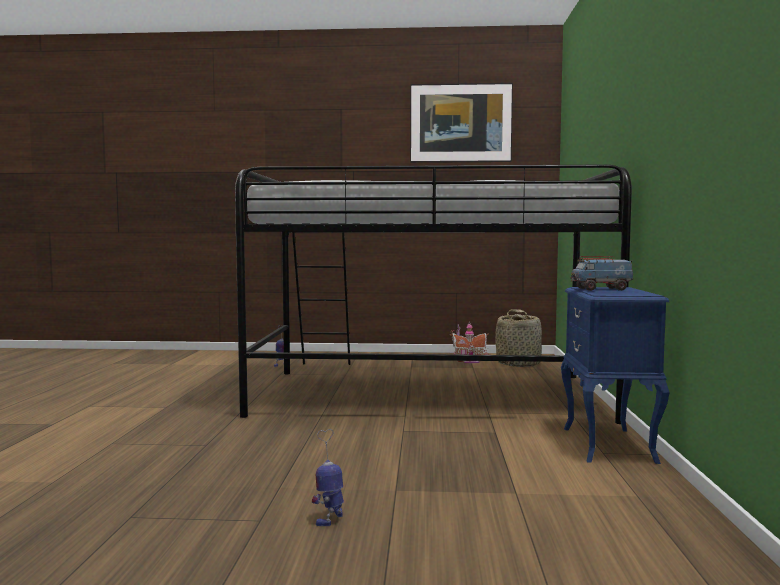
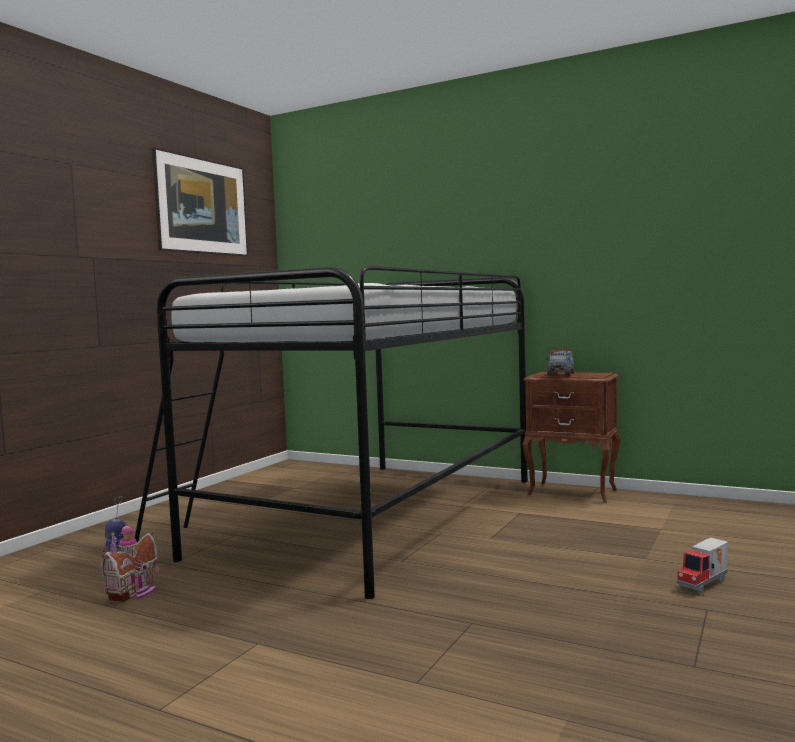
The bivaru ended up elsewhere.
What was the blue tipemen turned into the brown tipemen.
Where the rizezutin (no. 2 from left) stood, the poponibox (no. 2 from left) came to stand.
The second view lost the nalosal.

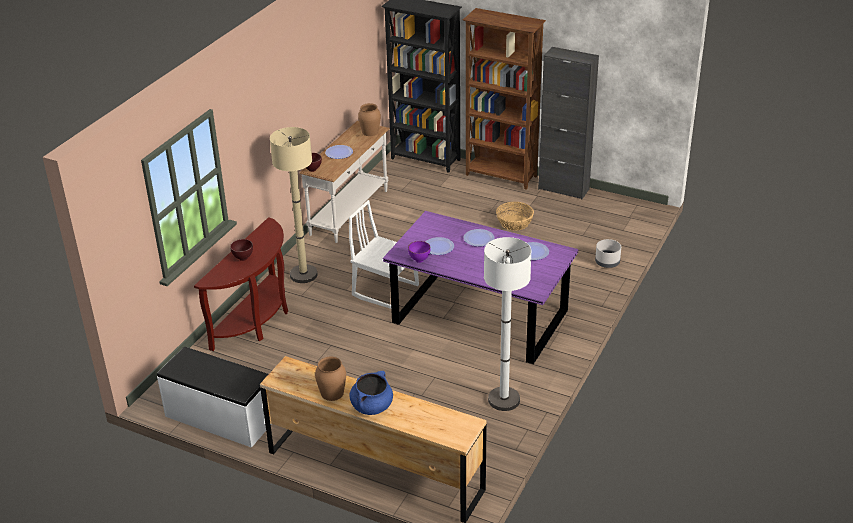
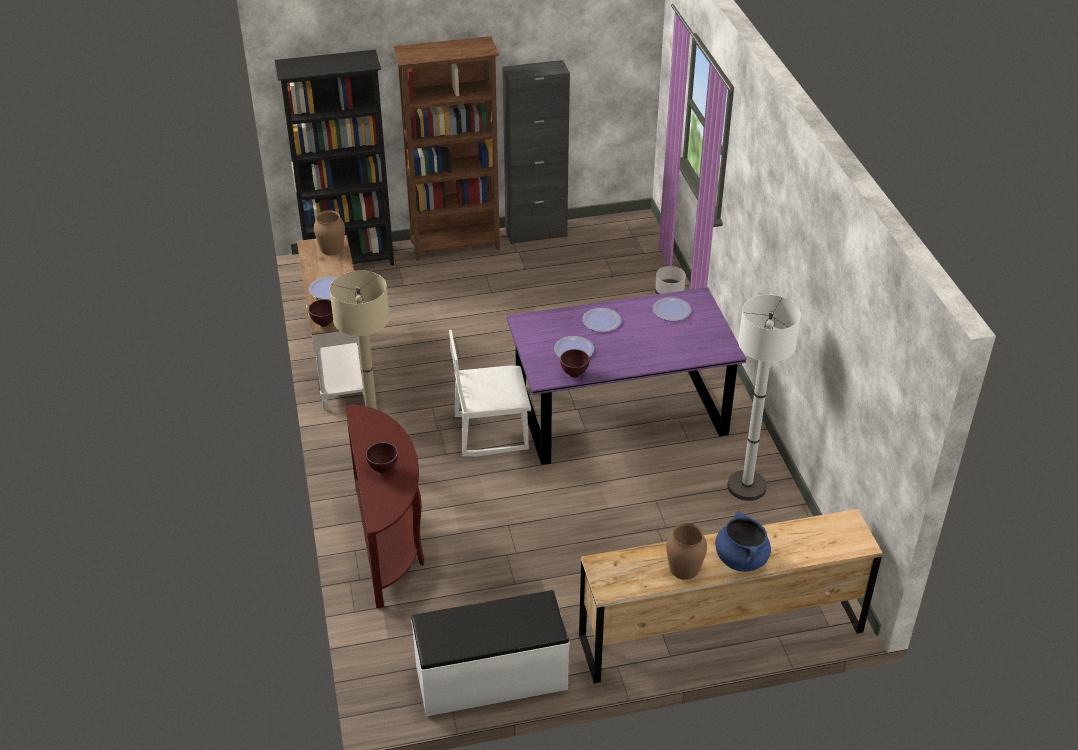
What was the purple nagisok turned into the brown nagisok (no. 3 from left).
The second view lost the nalosal.

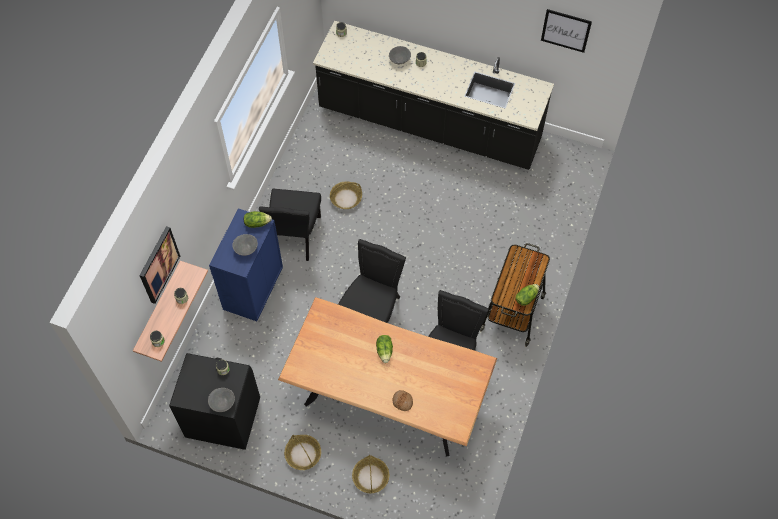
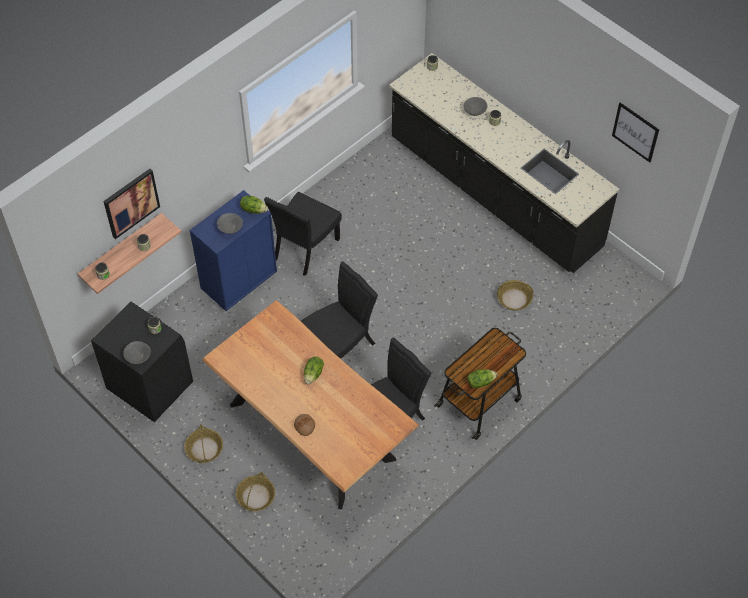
The nalosal (no. 2 from left in the first image) ended up elsewhere.

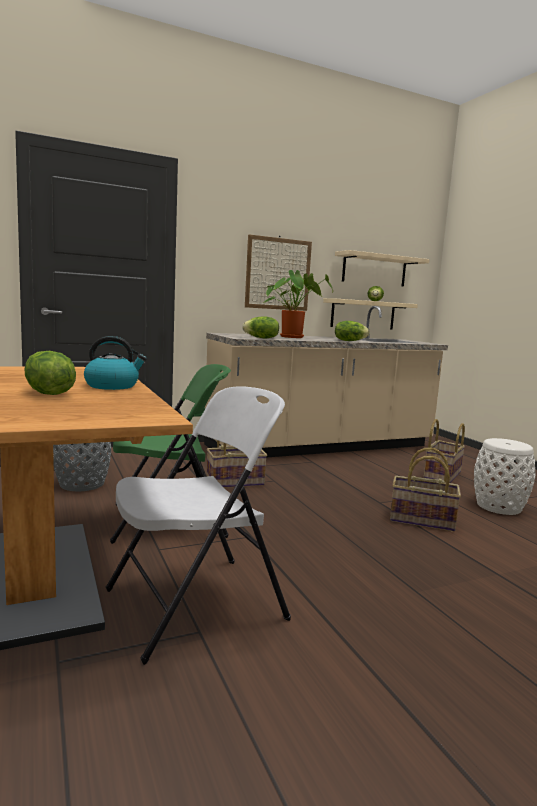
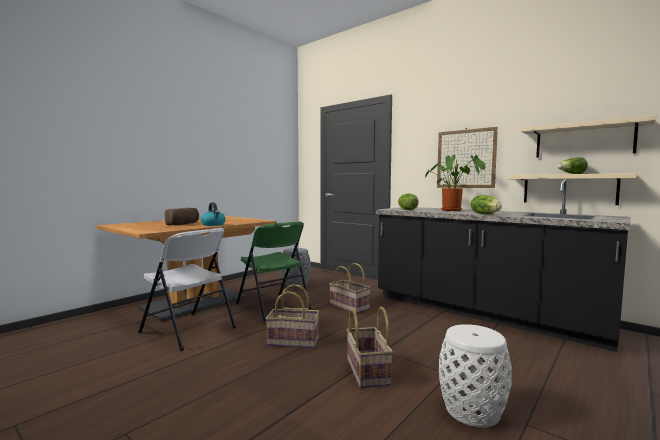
Where the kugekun (no. 1 from left) stood, the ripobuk came to stand.
The nalosal (no. 3 from left in the first image) ended up elsewhere.
What was the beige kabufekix turned into the black kabufekix.

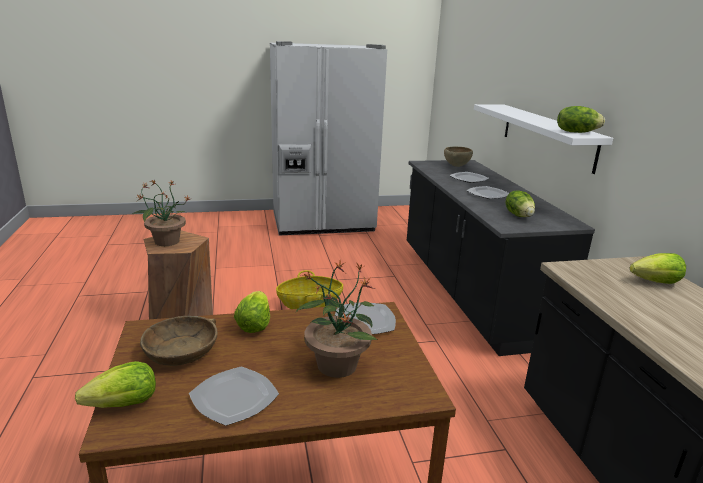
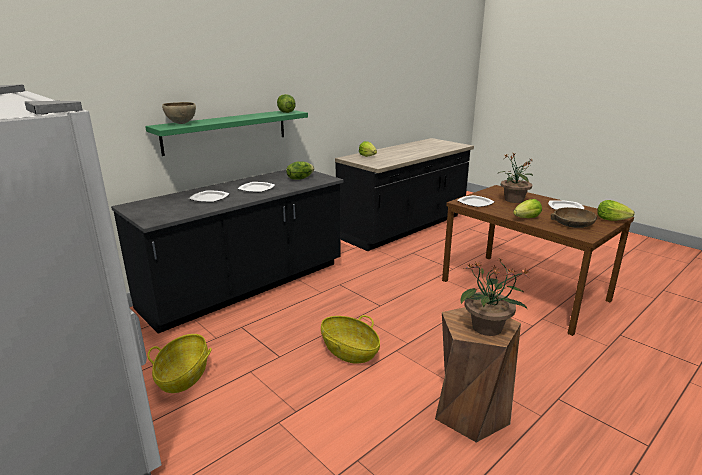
What was the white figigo turned into the green figigo.
The second view gained the nalosal (no. 1 from left).
The brown nagisok (no. 2 from left in the first image) ended up elsewhere.

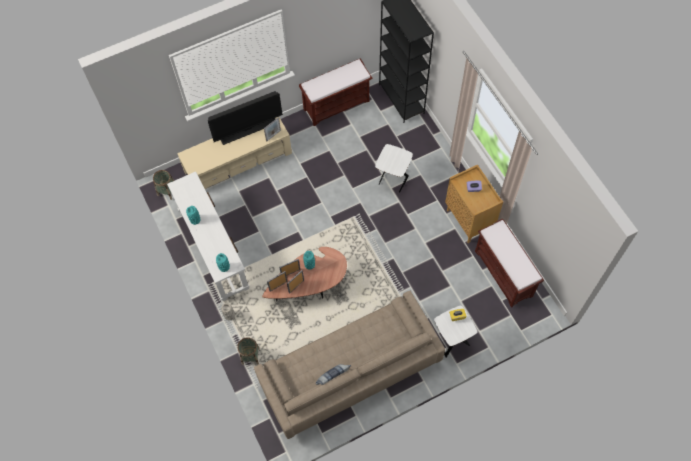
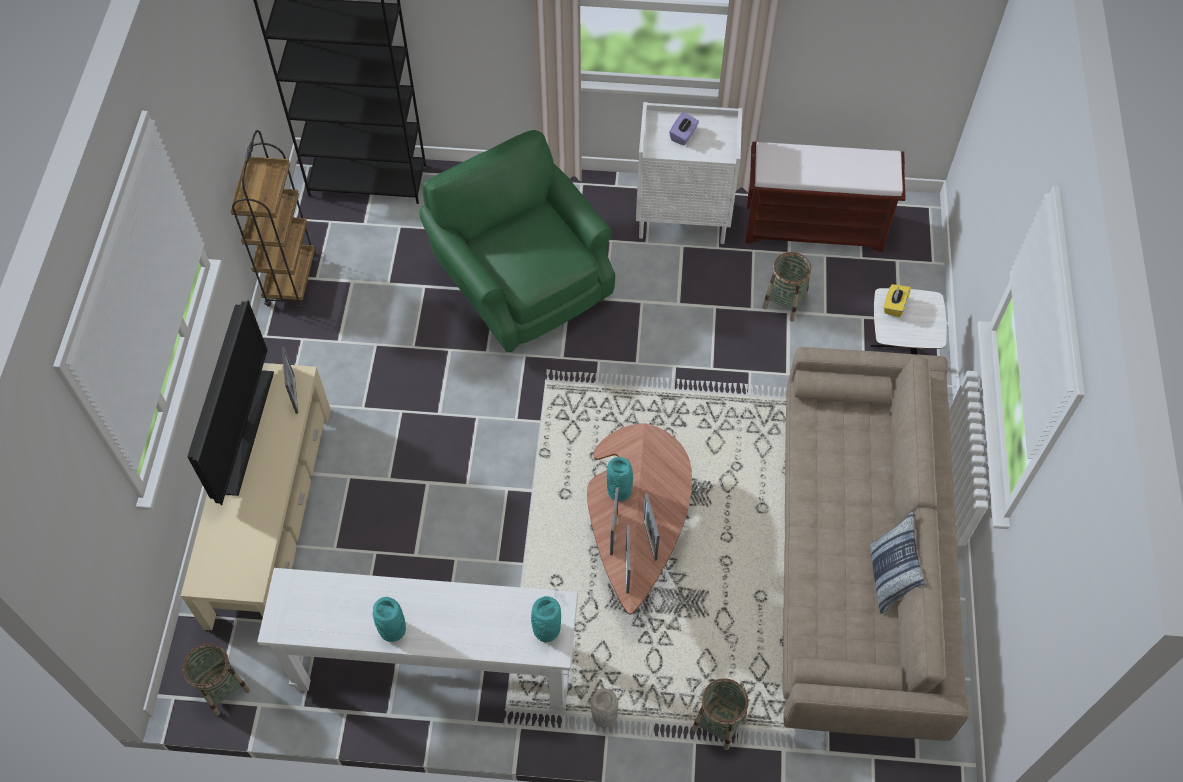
Where the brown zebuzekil (no. 1 from left) stood, the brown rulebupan came to stand.
Where the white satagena (no. 1 from left) stood, the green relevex came to stand.
What was the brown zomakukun turned into the white zomakukun.
The second view gained the nalosal (no. 3 from left).

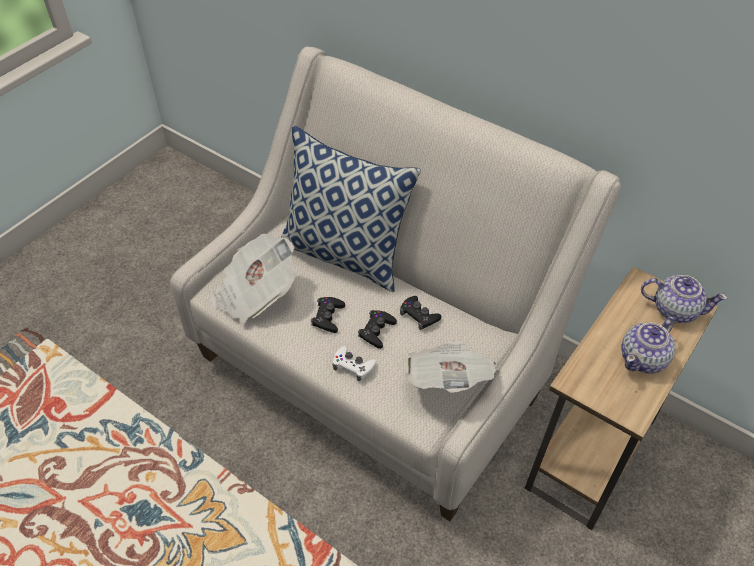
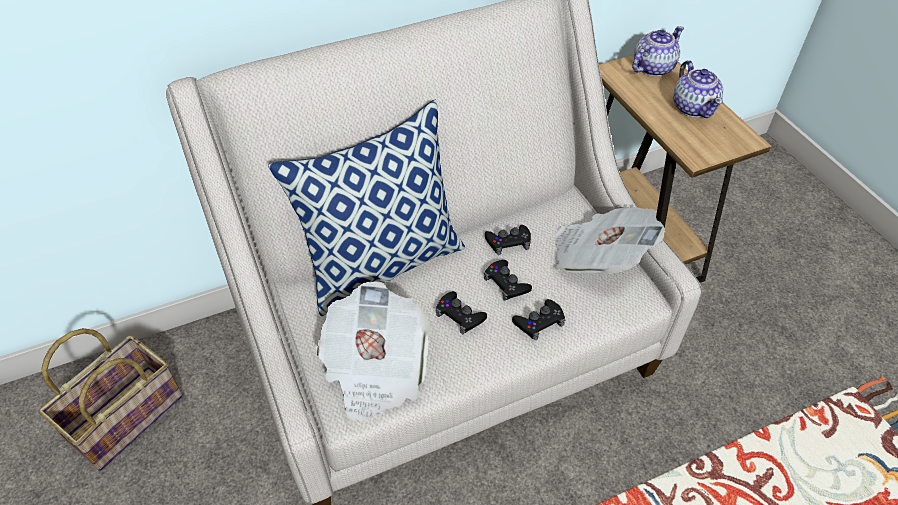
The second view gained the nalosal.
What was the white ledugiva turned into the black ledugiva (no. 4 from left).

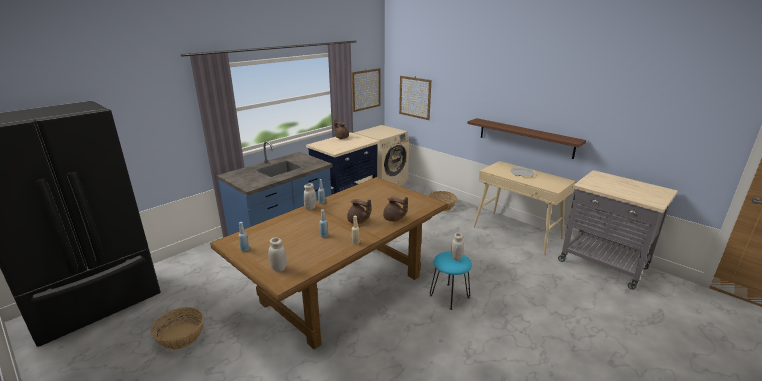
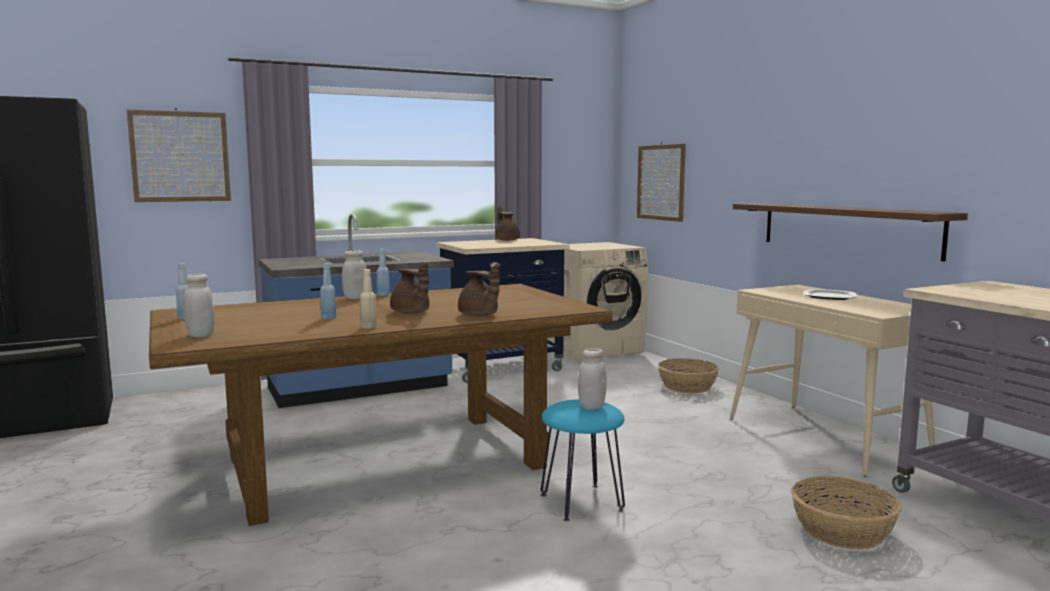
The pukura (no. 1 from left) ended up elsewhere.
The nalosal (no. 1 from left in the first image) ended up elsewhere.

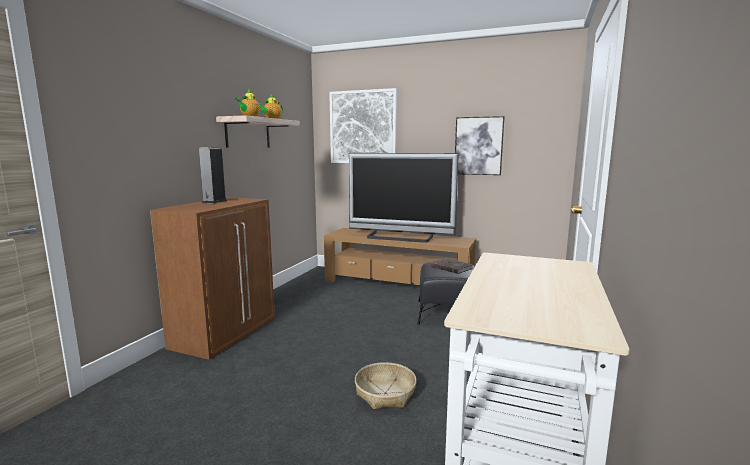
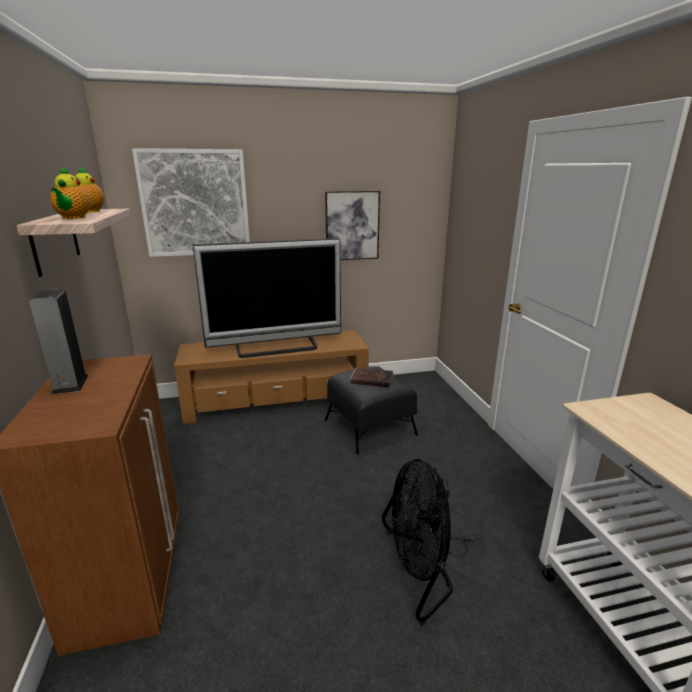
Where the nalosal stood, the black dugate came to stand.

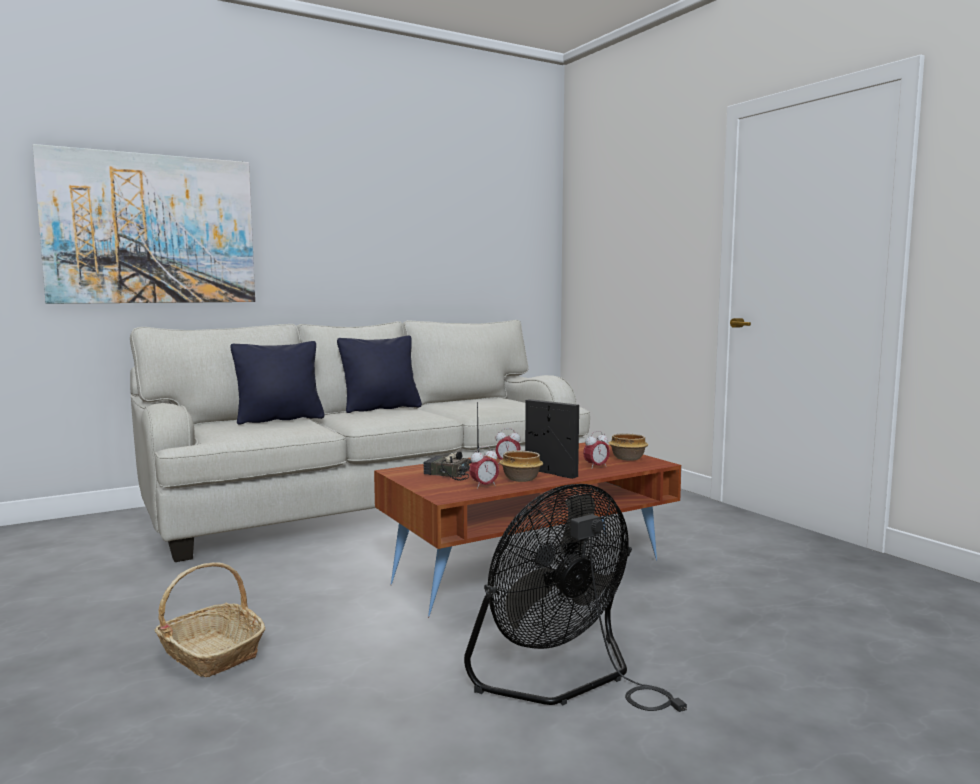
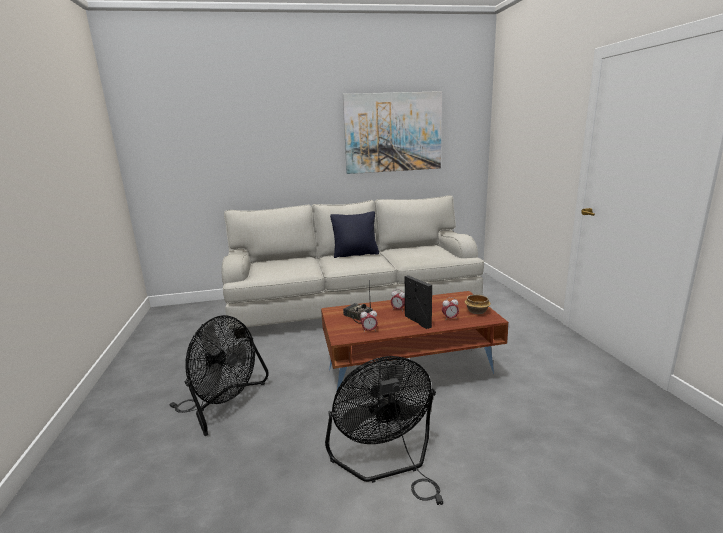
Where the nalosal stood, the black dugate (no. 1 from left) came to stand.
The pukura ended up elsewhere.
The second view lost the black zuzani (no. 1 from left).
The second view lost the nagisok (no. 1 from left).

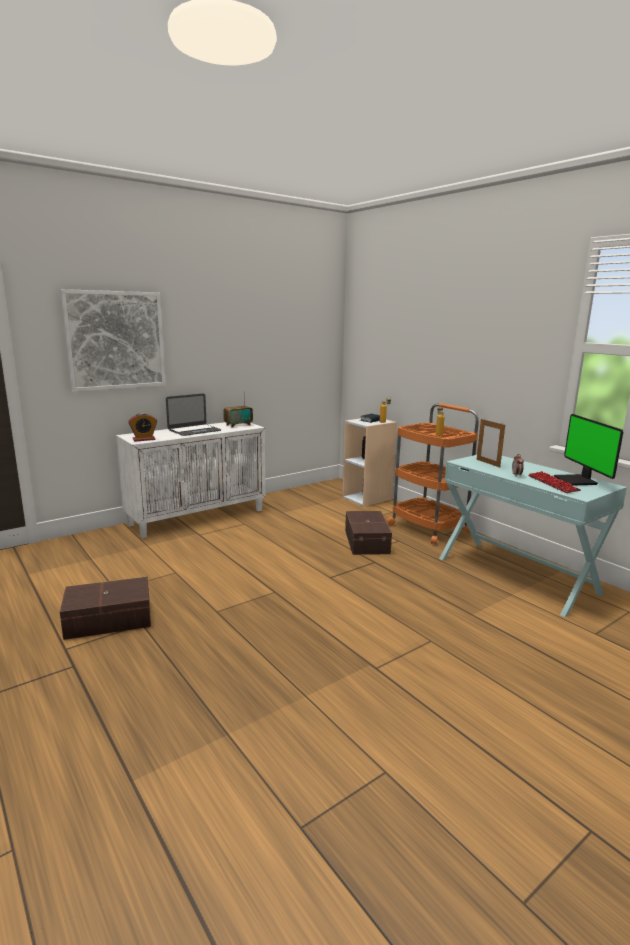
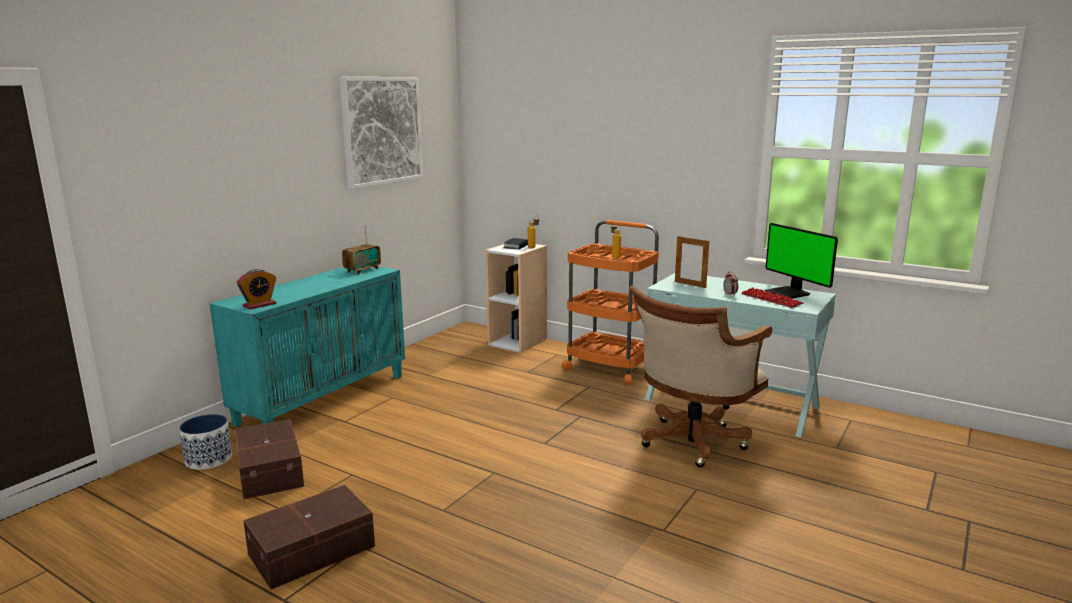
The second view gained the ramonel.
What was the white zomakukun turned into the turquoise zomakukun.
The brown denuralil (no. 2 from left in the first image) ended up elsewhere.
The pukura ended up elsewhere.
The second view gained the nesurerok.
The second view lost the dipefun.

